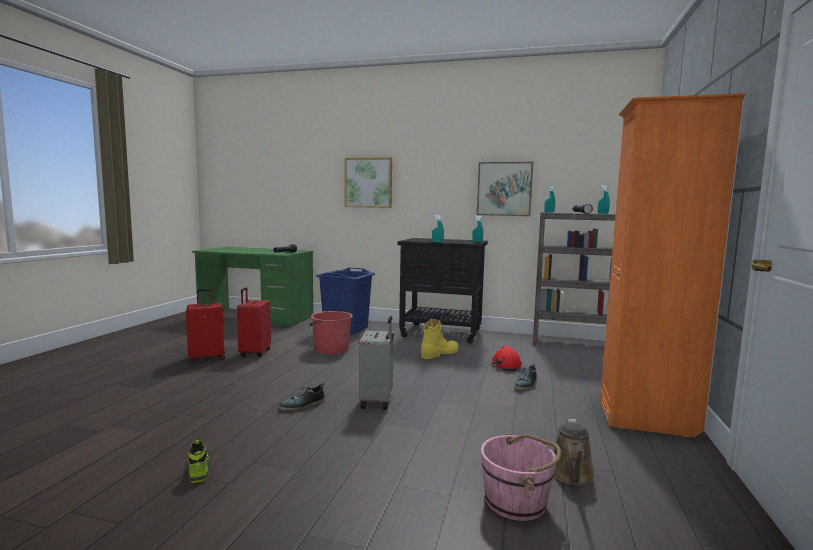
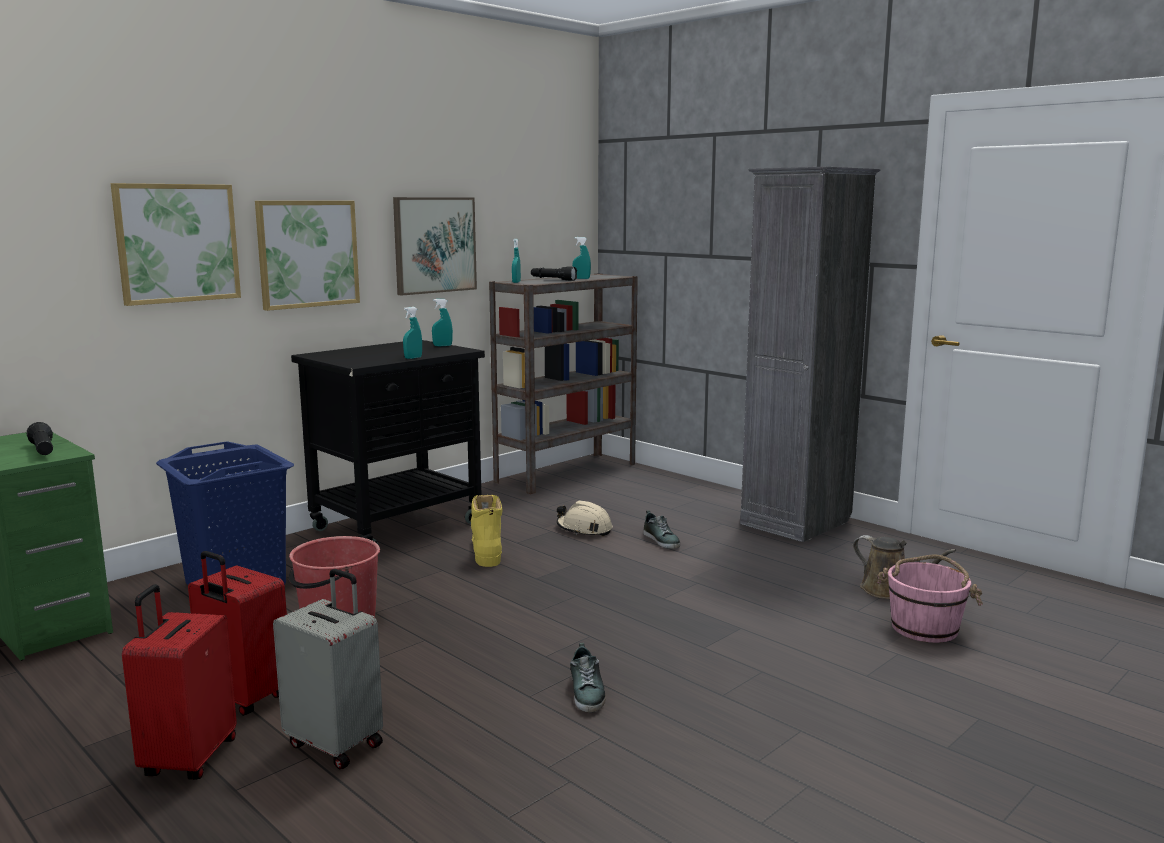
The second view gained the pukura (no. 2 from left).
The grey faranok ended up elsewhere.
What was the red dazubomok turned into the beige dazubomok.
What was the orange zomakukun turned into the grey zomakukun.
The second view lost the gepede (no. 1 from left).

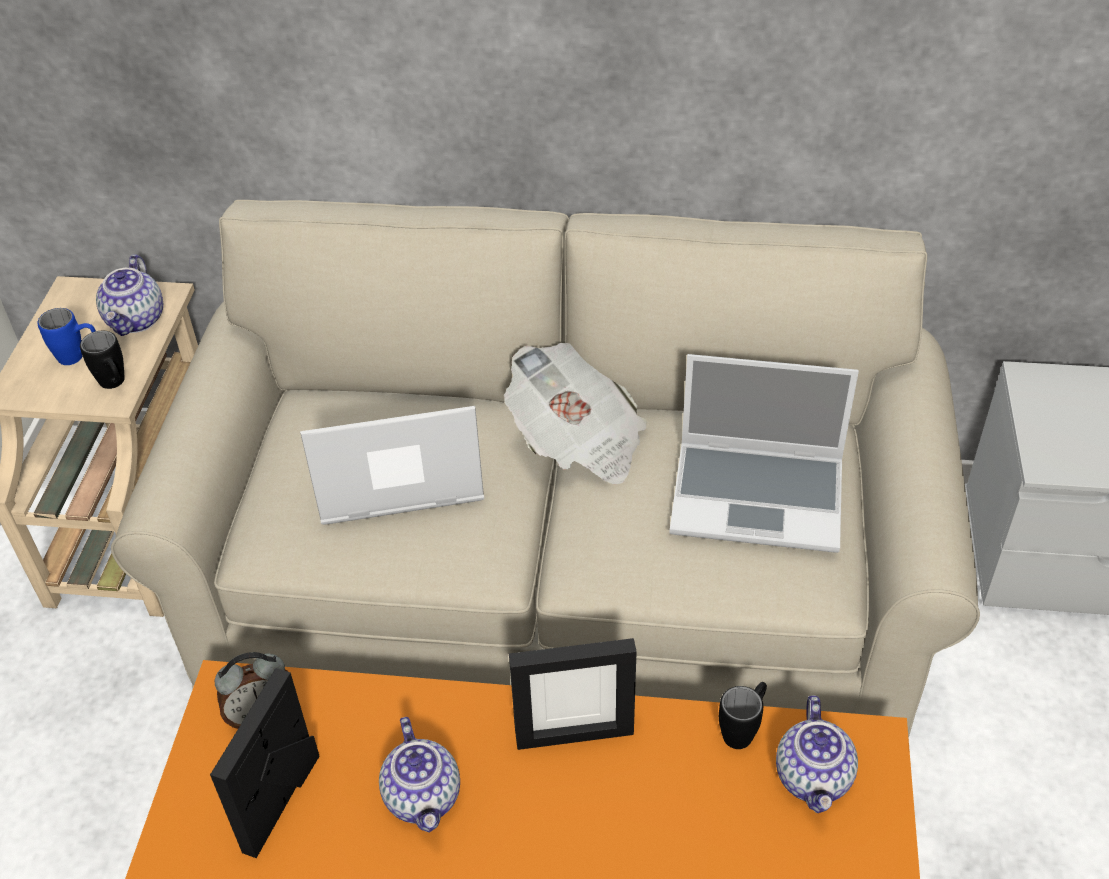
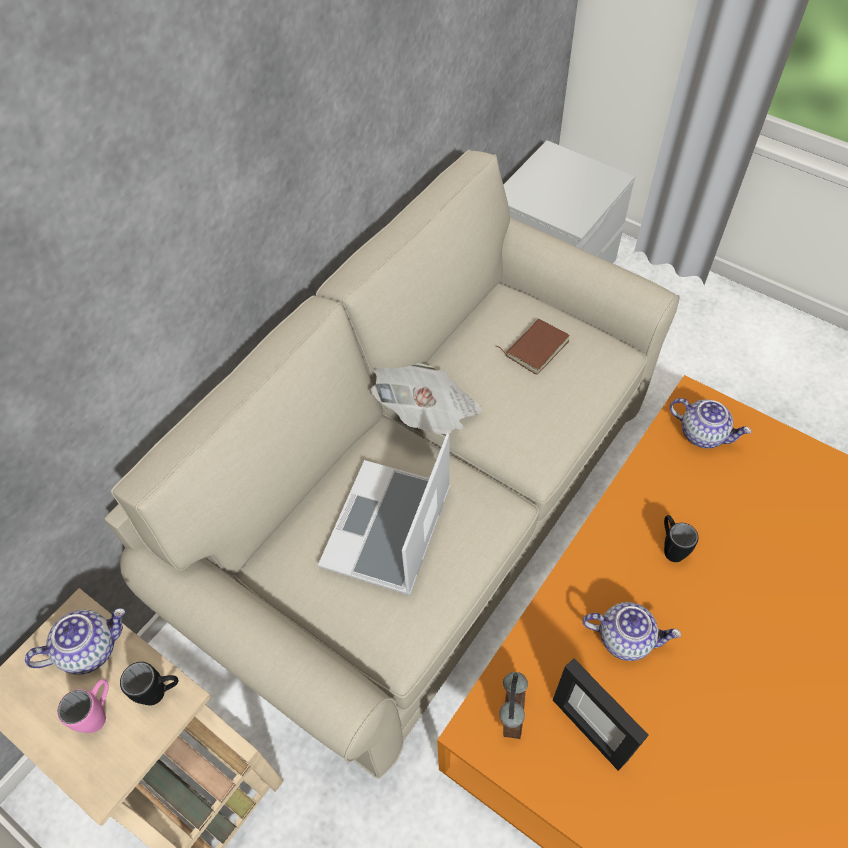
The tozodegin (no. 1 from left) ended up facing another way, 60 degrees counterclockwise from before.
What was the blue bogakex turned into the pink bogakex.
Where the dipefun (no. 2 from left) stood, the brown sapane came to stand.
The black bogakex (no. 2 from left) ended up elsewhere.
The second view lost the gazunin (no. 2 from left).

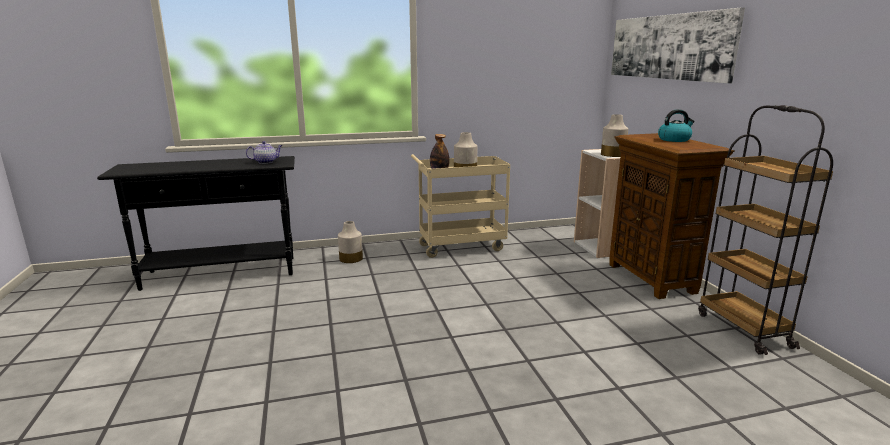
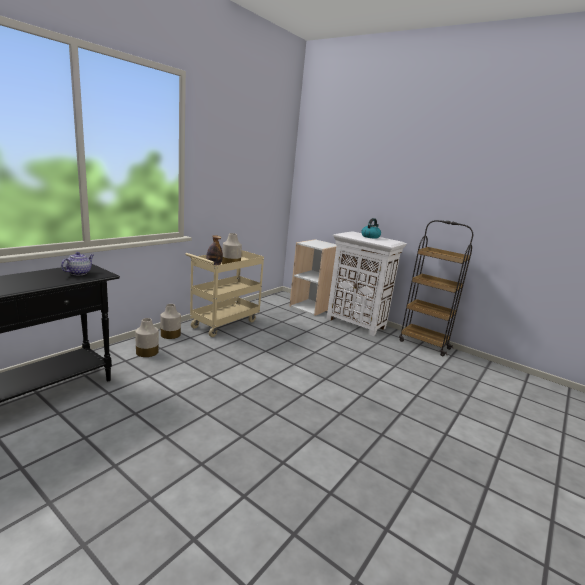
The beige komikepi (no. 3 from left in the first image) ended up elsewhere.
What was the brown zomakukun turned into the white zomakukun.
The second view lost the pukura.

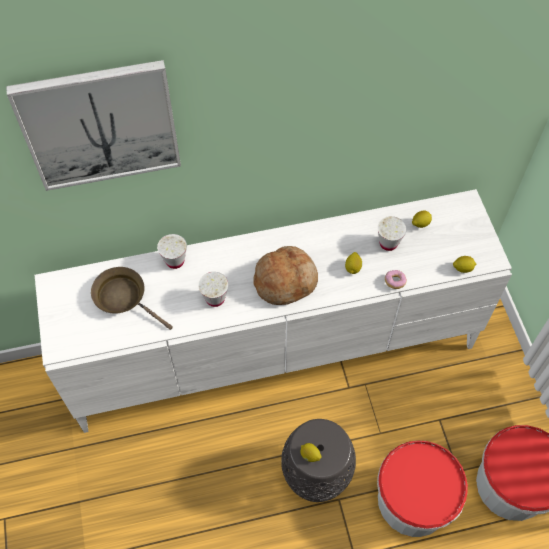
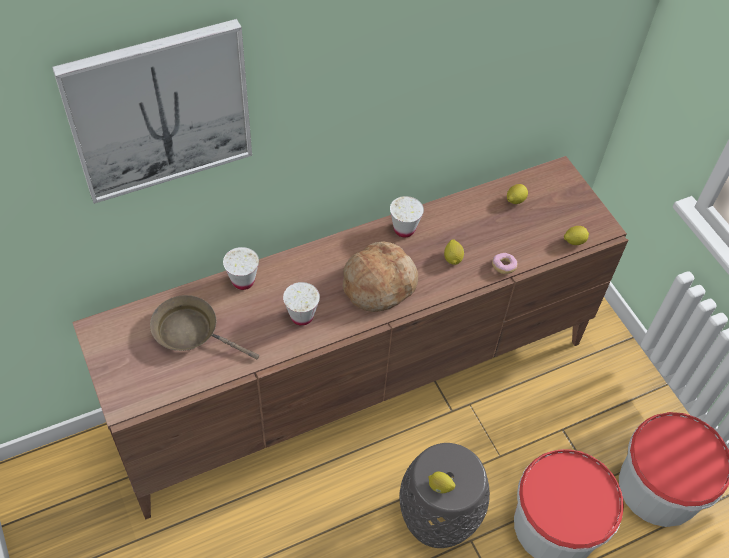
What was the white zomakukun turned into the brown zomakukun.
The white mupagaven (no. 3 from left) ended up elsewhere.

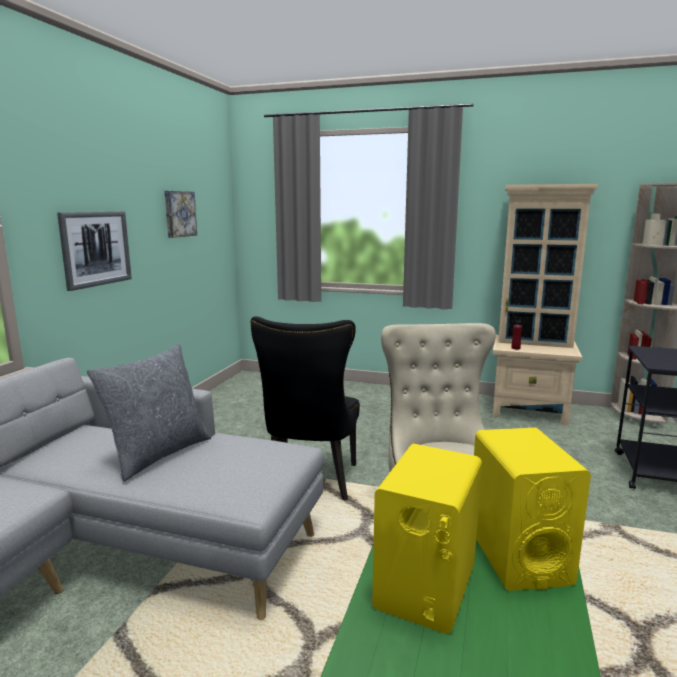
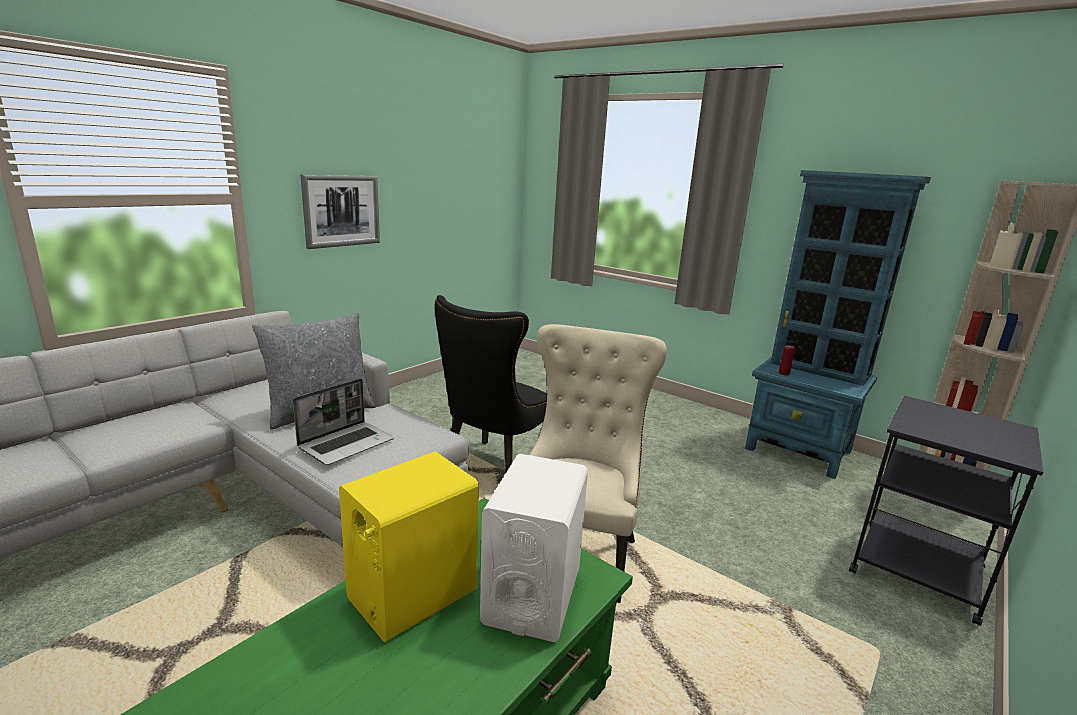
The second view gained the dipefun.
What was the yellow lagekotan (no. 2 from left) turned into the white lagekotan.
What was the beige zomakukun turned into the blue zomakukun.
The second view lost the pukura (no. 2 from left).

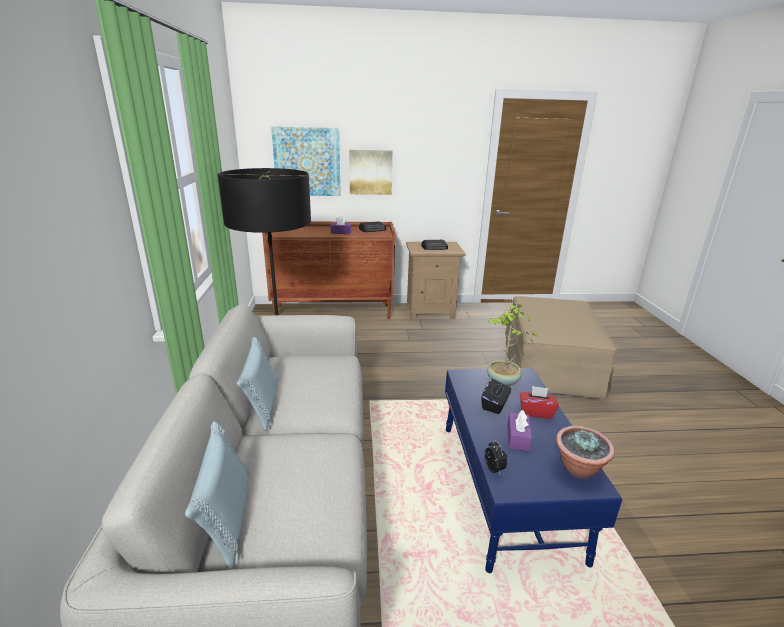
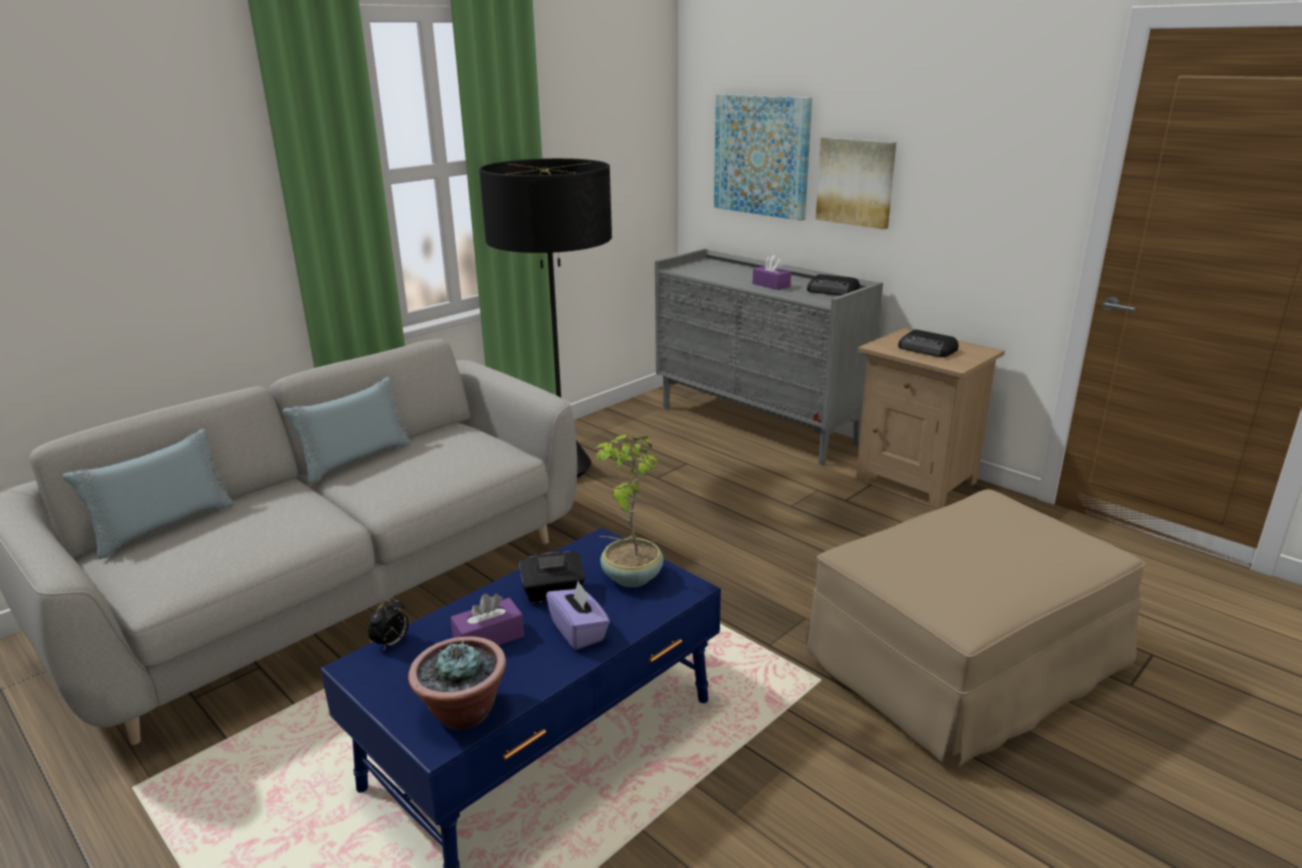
What was the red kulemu turned into the purple kulemu (no. 2 from left).
What was the brown zomakukun turned into the grey zomakukun.

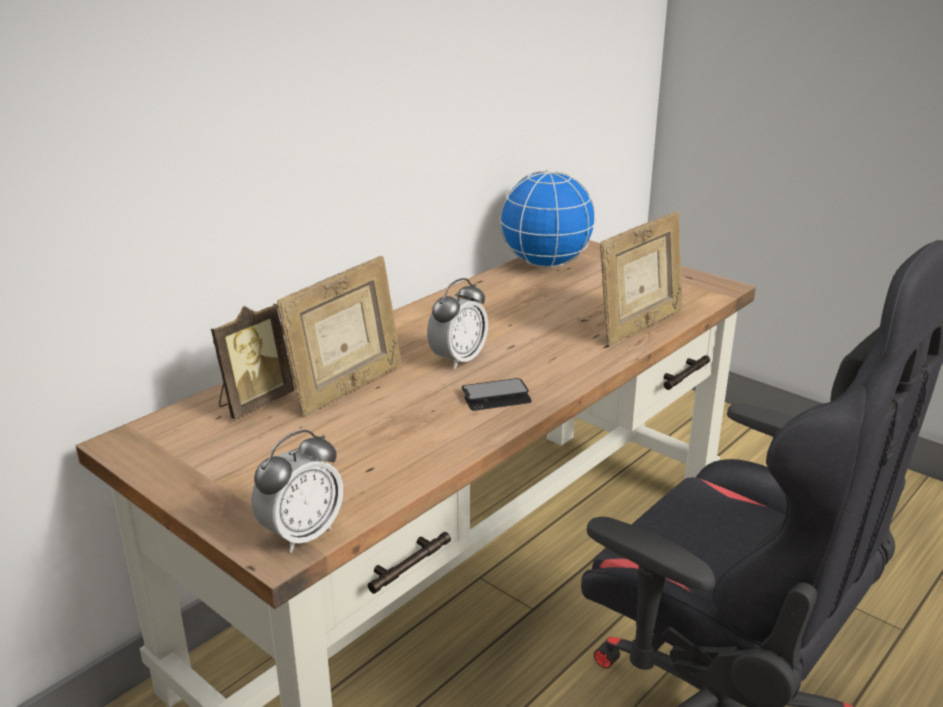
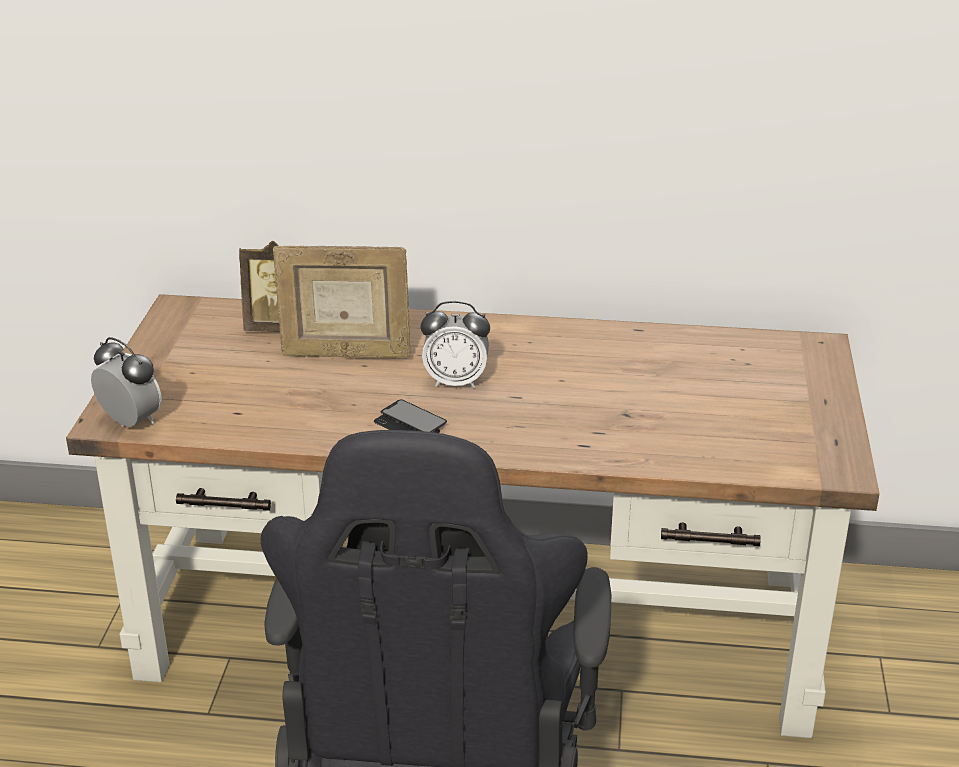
The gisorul (no. 1 from left) ended up facing another way, 150 degrees counterclockwise from before.
The second view lost the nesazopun.
The second view lost the gazunin (no. 3 from left).

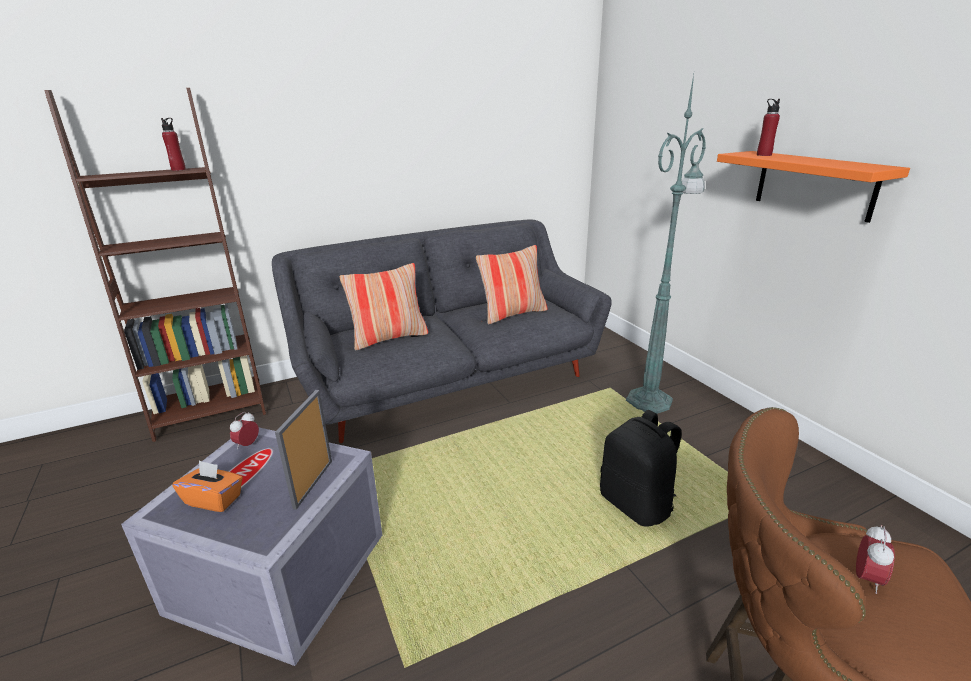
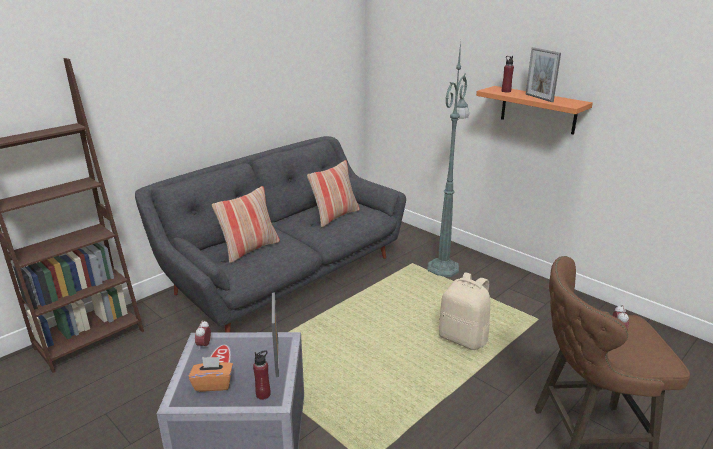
The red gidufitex (no. 1 from left) ended up elsewhere.
What was the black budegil turned into the beige budegil.
The second view gained the gazunin (no. 2 from left).

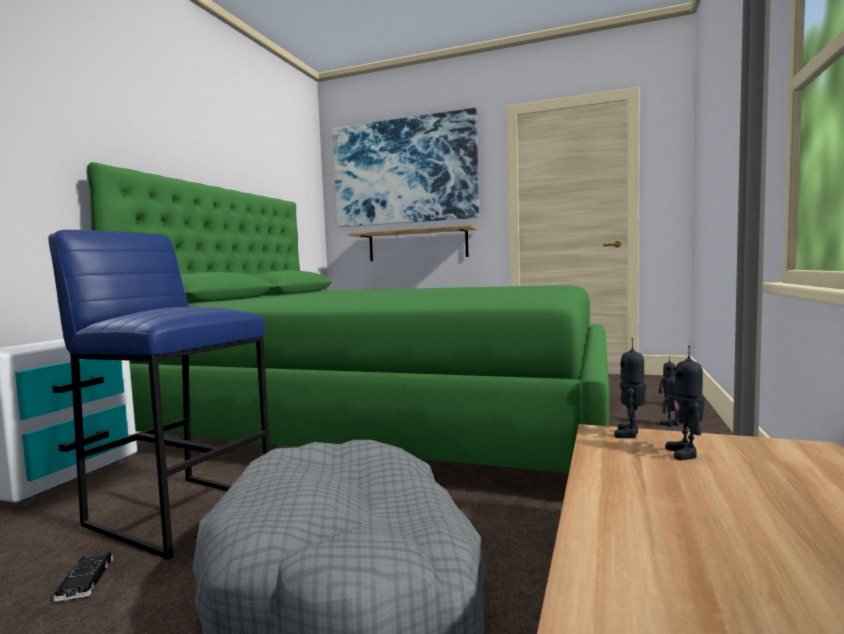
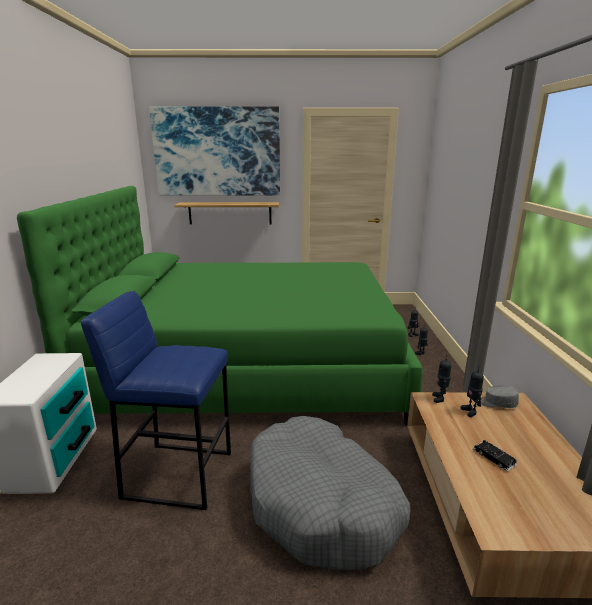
The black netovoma ended up elsewhere.
The second view gained the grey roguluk.

